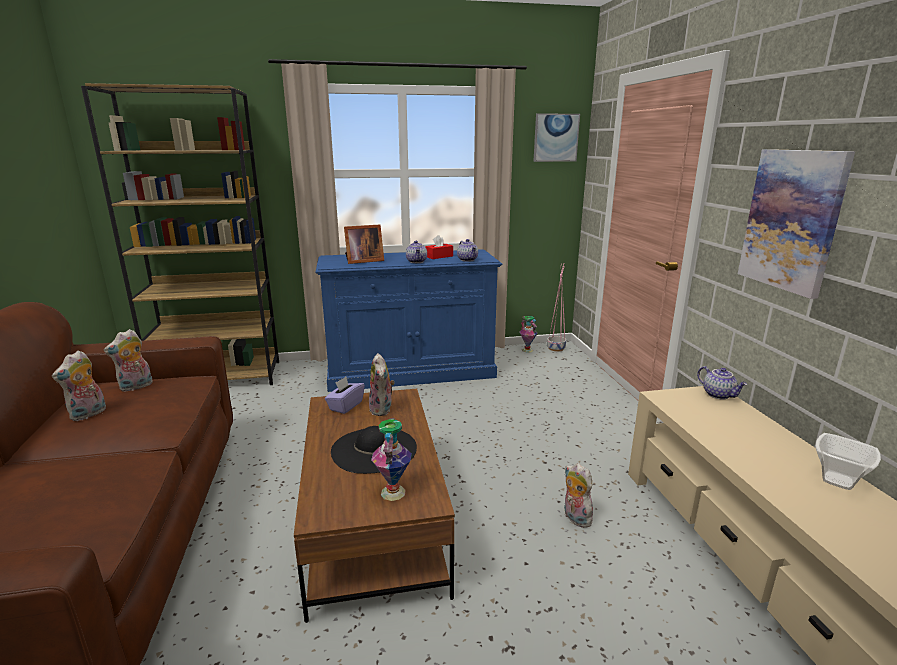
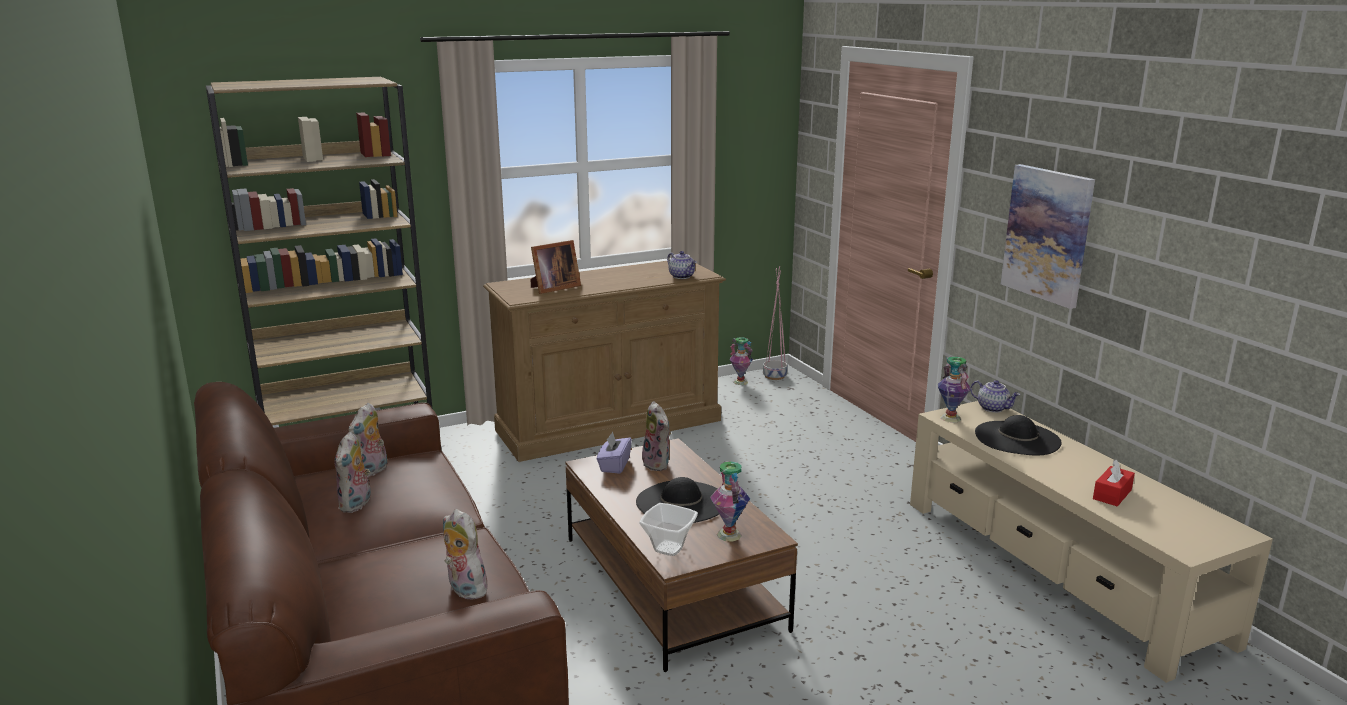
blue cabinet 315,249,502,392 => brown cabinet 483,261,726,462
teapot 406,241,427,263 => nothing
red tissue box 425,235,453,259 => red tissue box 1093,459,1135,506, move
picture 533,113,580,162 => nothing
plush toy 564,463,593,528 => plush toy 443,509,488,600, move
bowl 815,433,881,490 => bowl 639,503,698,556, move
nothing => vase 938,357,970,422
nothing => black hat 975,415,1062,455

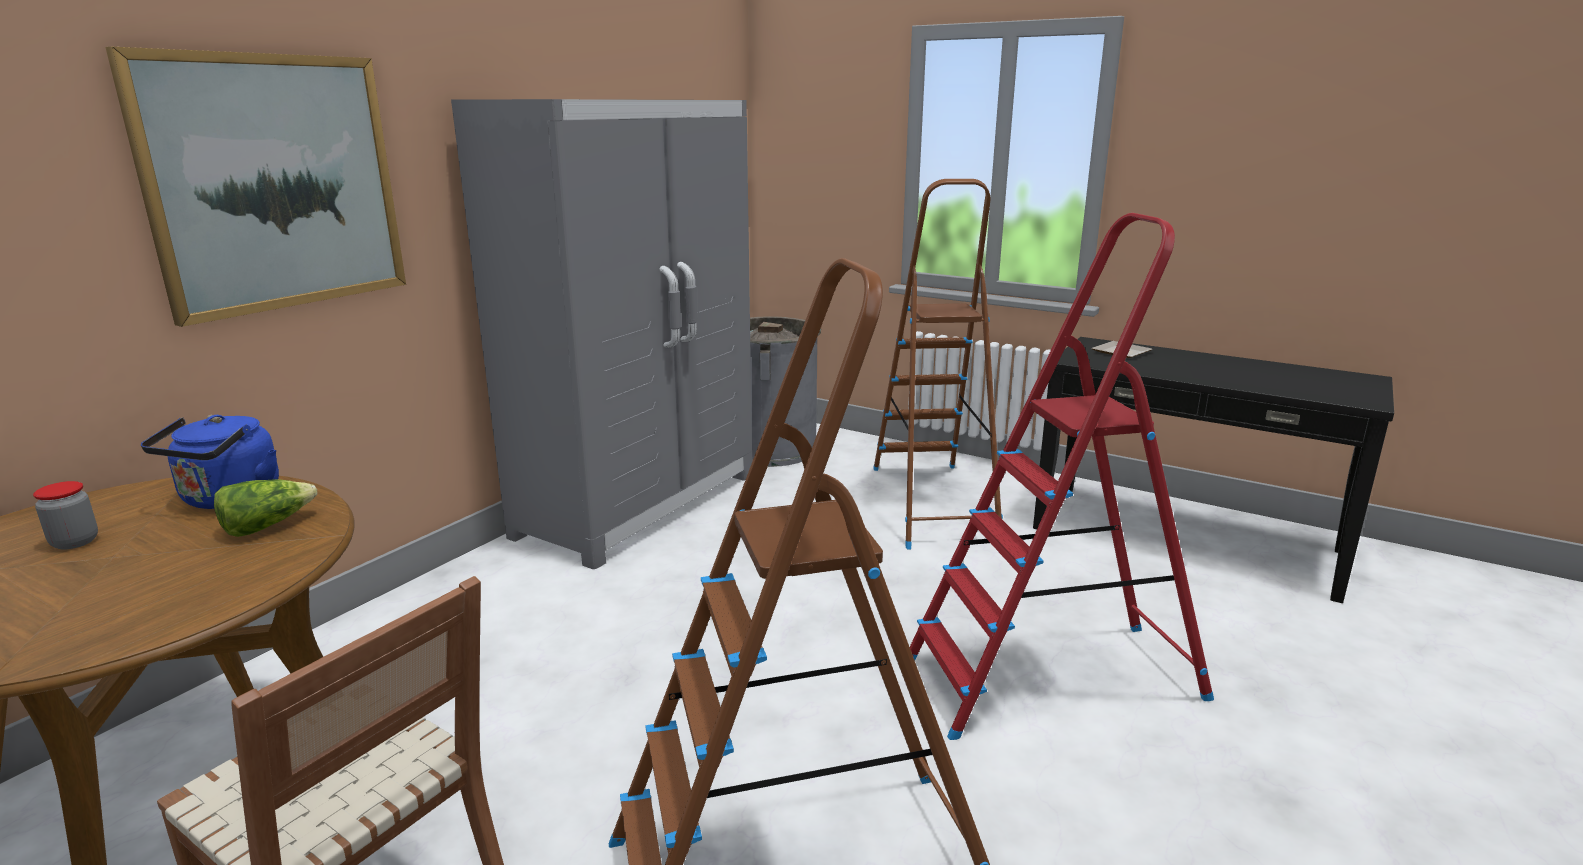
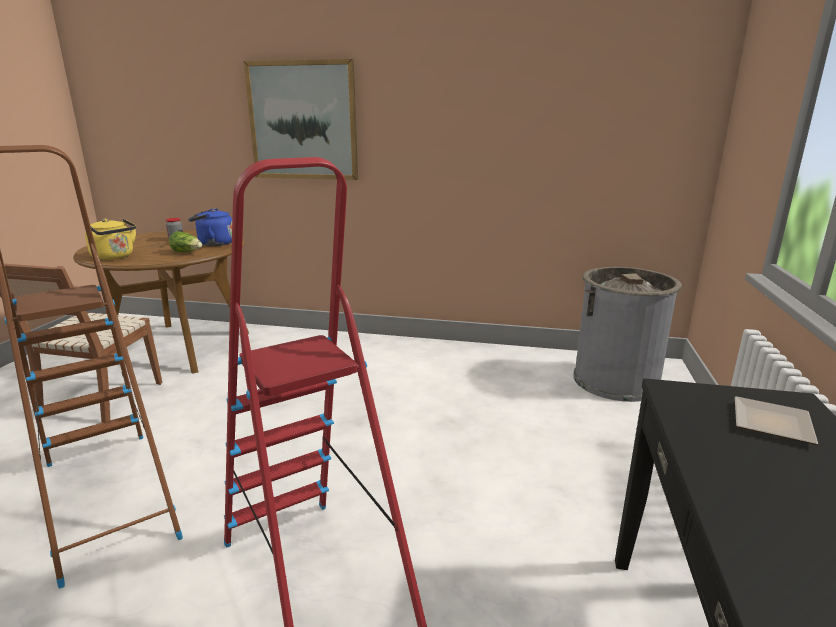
grey cabinet 451,99,752,569 => nothing
brown step ladder 873,179,1003,550 => nothing
nothing => yellow kettle 85,219,136,260

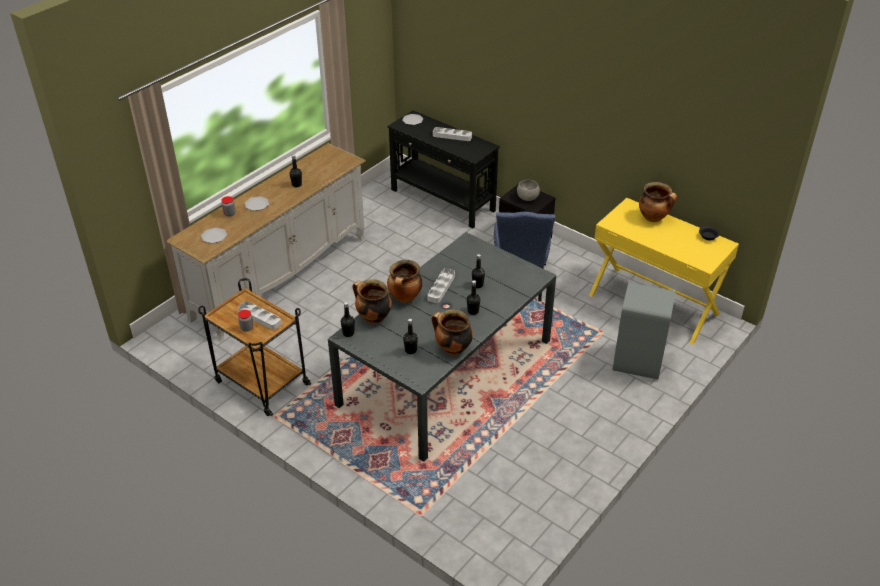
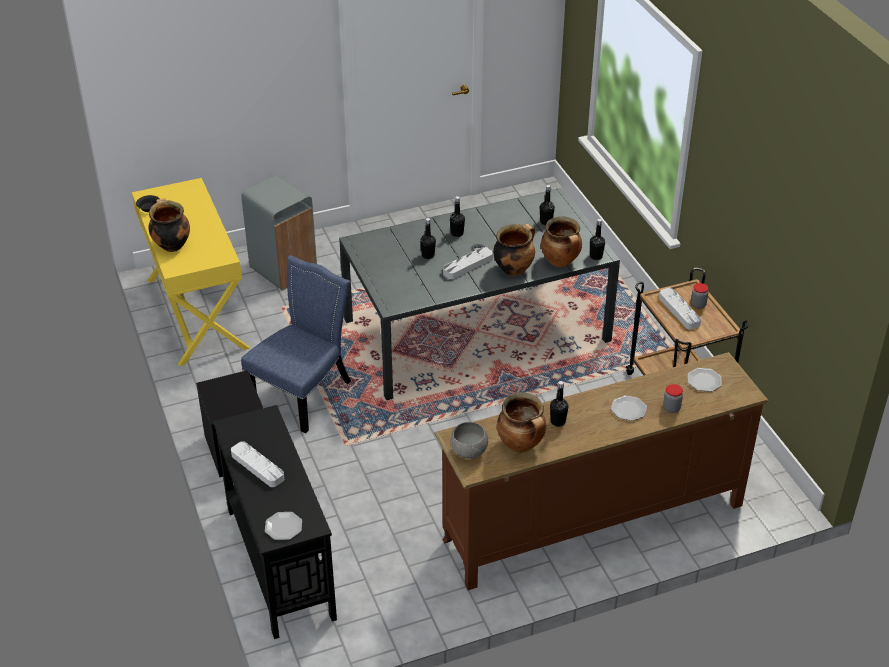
grey cabinet 166,143,366,342 => brown cabinet 434,352,769,590
cooking pot 432,310,473,355 => cooking pot 497,392,546,453, move
grey bowl 517,180,540,201 => grey bowl 450,422,488,458, move

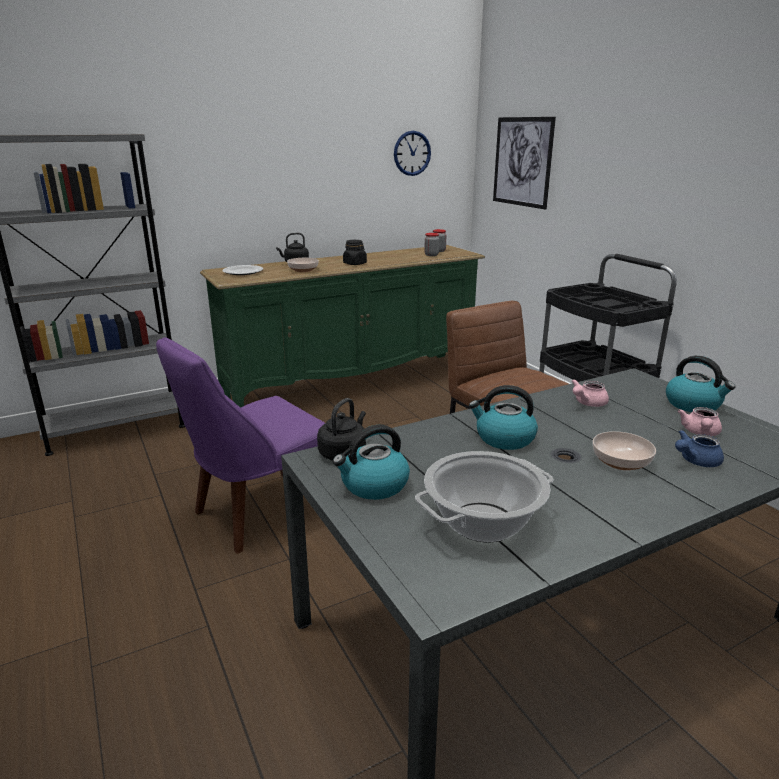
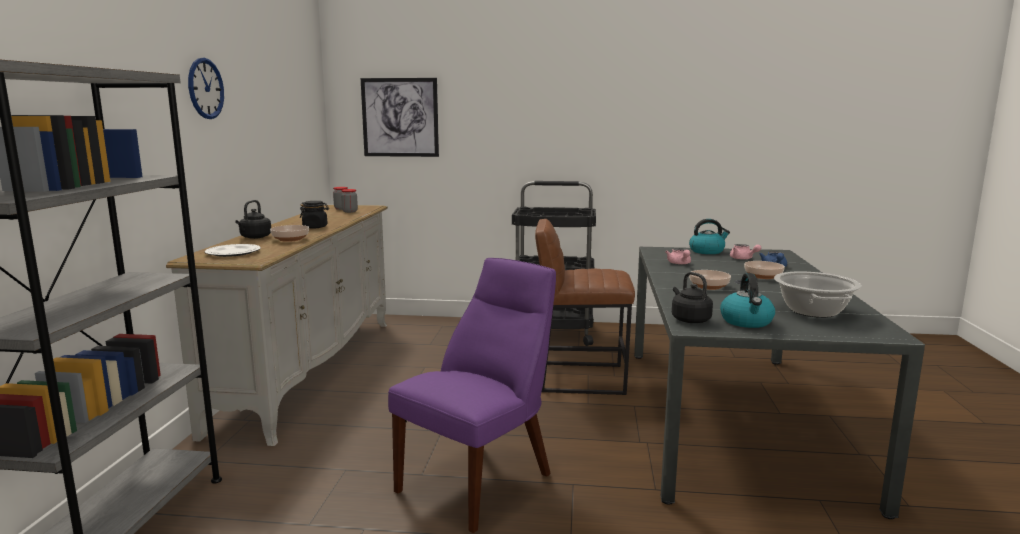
purple chair 156,337,325,554 => purple chair 388,258,556,533, 135 degrees counterclockwise
green cabinet 200,245,485,408 => grey cabinet 166,205,388,446
wall clock 394,131,431,176 => wall clock 188,58,224,119, move
kettle 469,385,538,450 => bowl 689,270,731,290

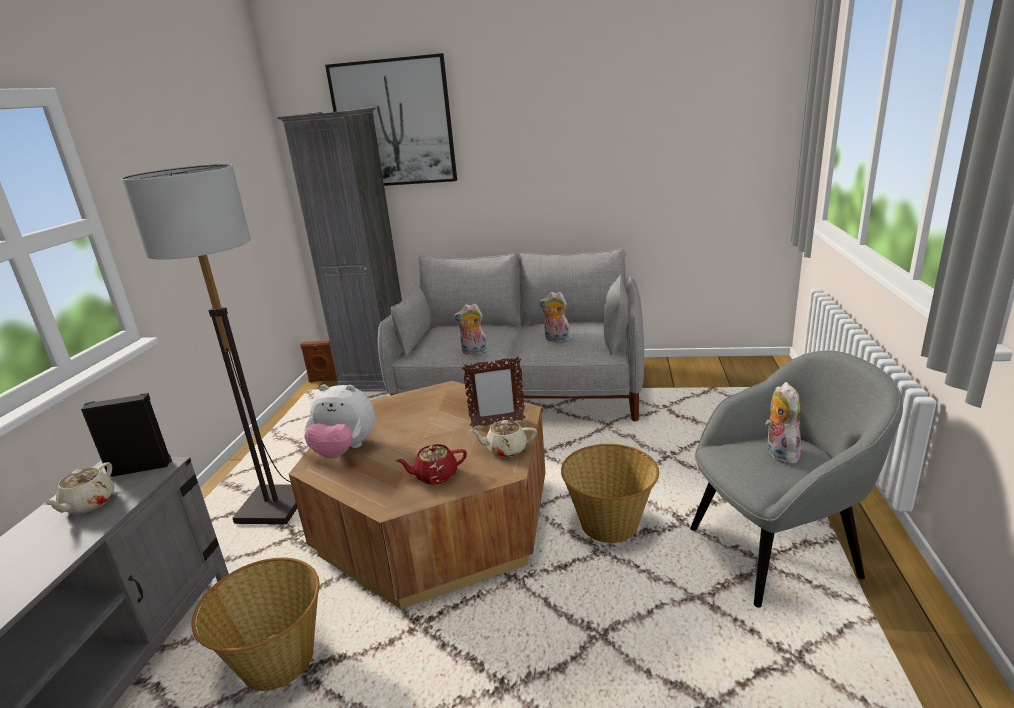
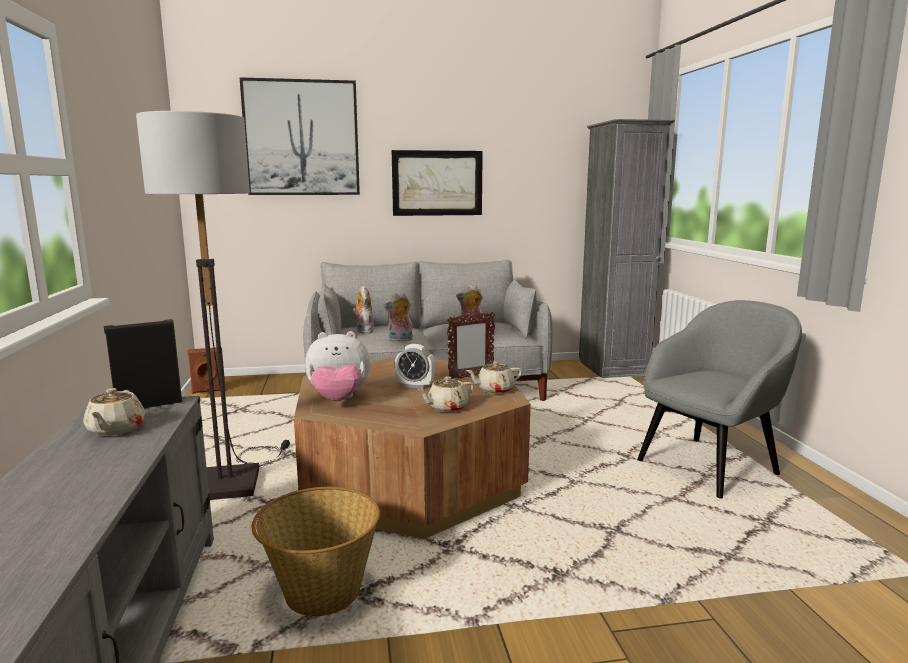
grey cabinet 277,107,402,392 => grey cabinet 579,119,675,378, move
red teapot 395,444,467,485 => beige teapot 417,376,474,412
basket 561,444,659,543 => nothing
plush toy 765,382,801,464 => plush toy 353,285,374,334, move
nothing => picture 392,150,483,216
nothing => alarm clock 395,344,435,389

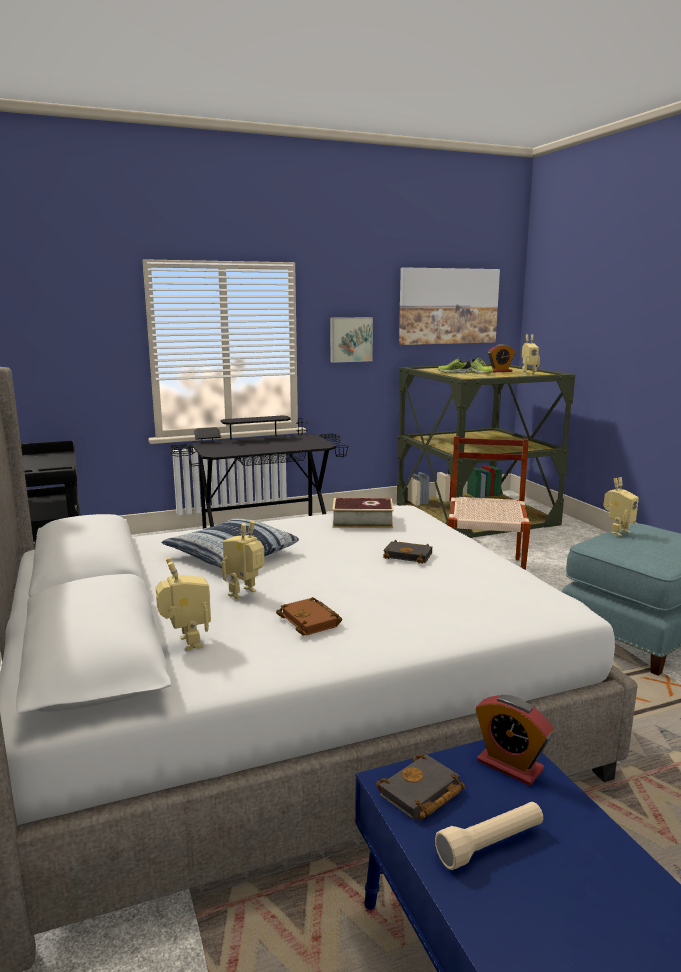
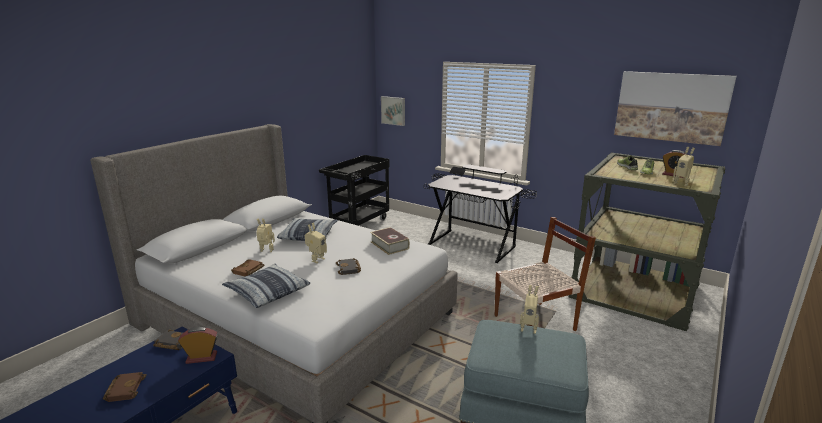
toy robot 156,557,211,651 => toy robot 305,223,327,263, move
picture 330,317,373,363 => picture 381,96,405,126, move
beige flashlight 435,802,543,870 => nothing
alarm clock 475,695,554,786 => alarm clock 178,327,218,364, 75 degrees clockwise
nothing => brown book 103,372,147,402
nothing => pillow 222,264,310,308

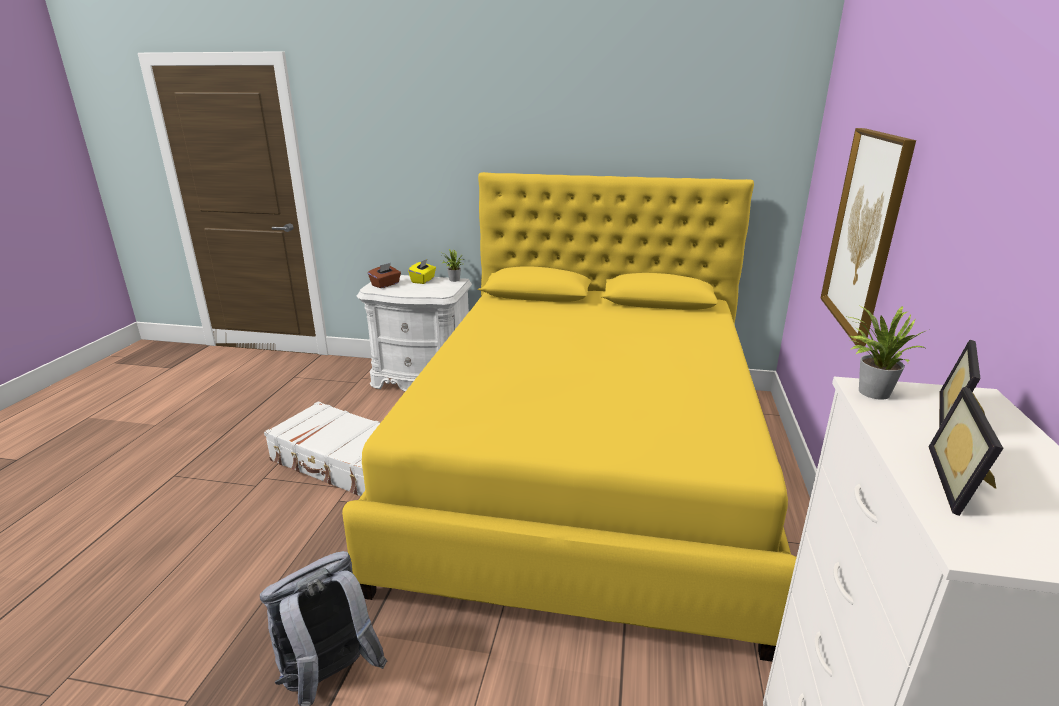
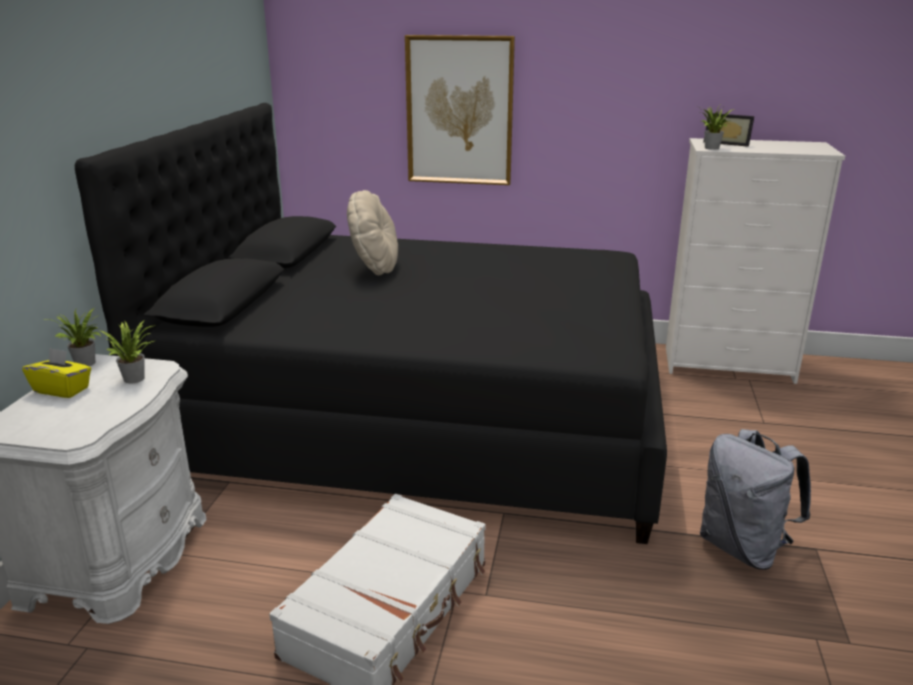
yellow bed 342,172,797,662 => black bed 75,103,667,544
brown tissue box 368,263,401,288 => nothing
picture frame 928,387,1003,516 => nothing
nothing => potted plant 101,320,156,383
nothing => beige pillow 347,190,398,275

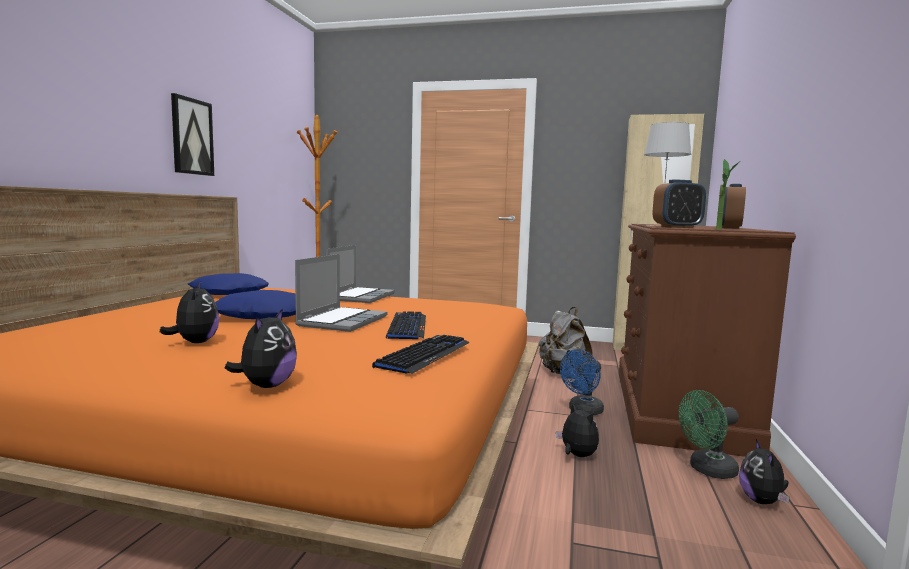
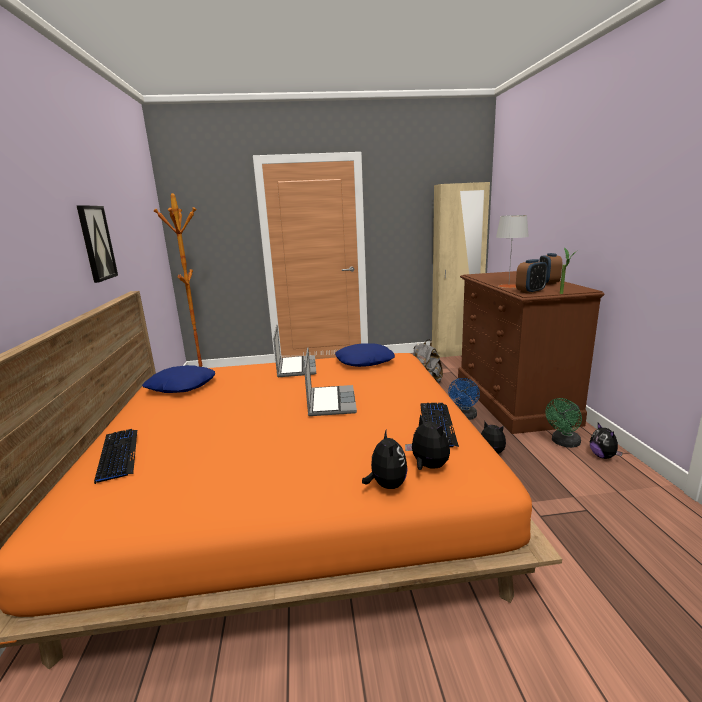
plush toy 160,281,219,343 => plush toy 405,414,450,470, move
blue pillow 215,290,296,319 => blue pillow 335,343,395,367, move
keyboard 386,311,426,339 => keyboard 94,429,137,484, move

